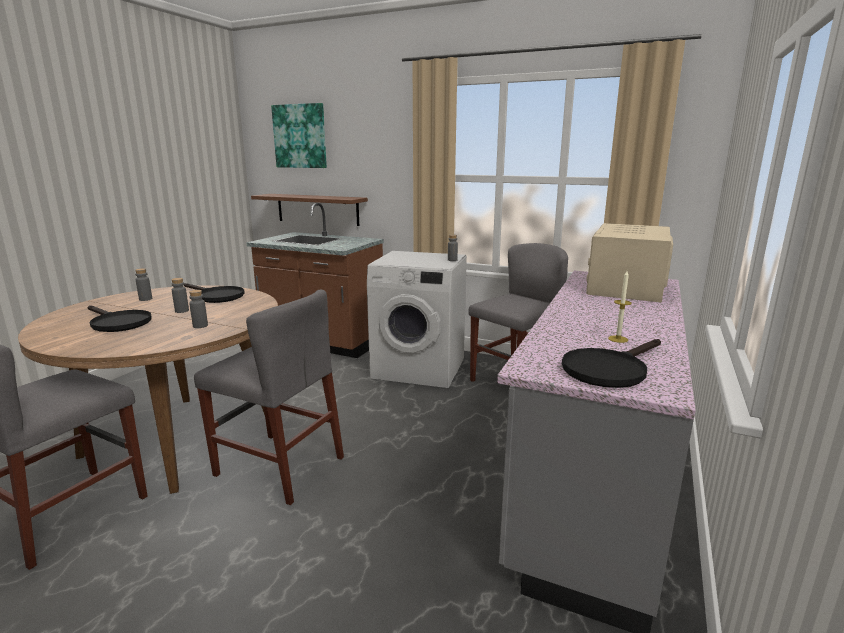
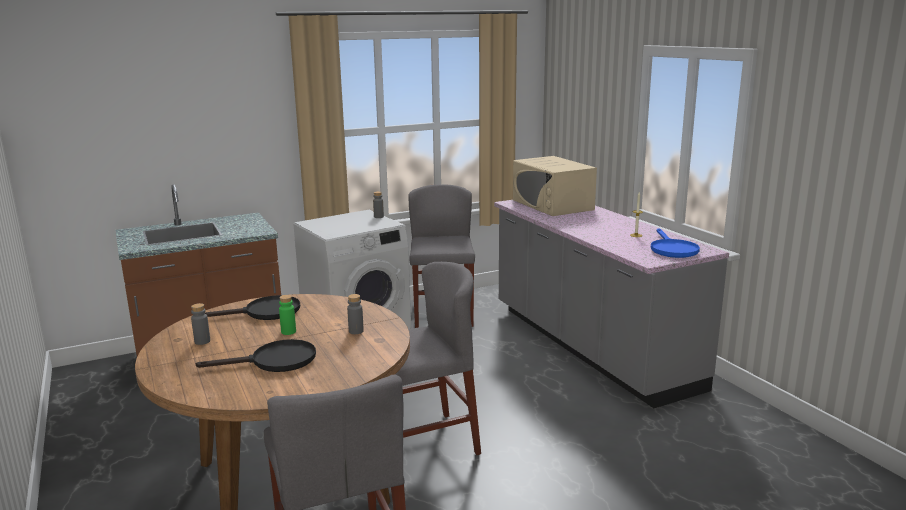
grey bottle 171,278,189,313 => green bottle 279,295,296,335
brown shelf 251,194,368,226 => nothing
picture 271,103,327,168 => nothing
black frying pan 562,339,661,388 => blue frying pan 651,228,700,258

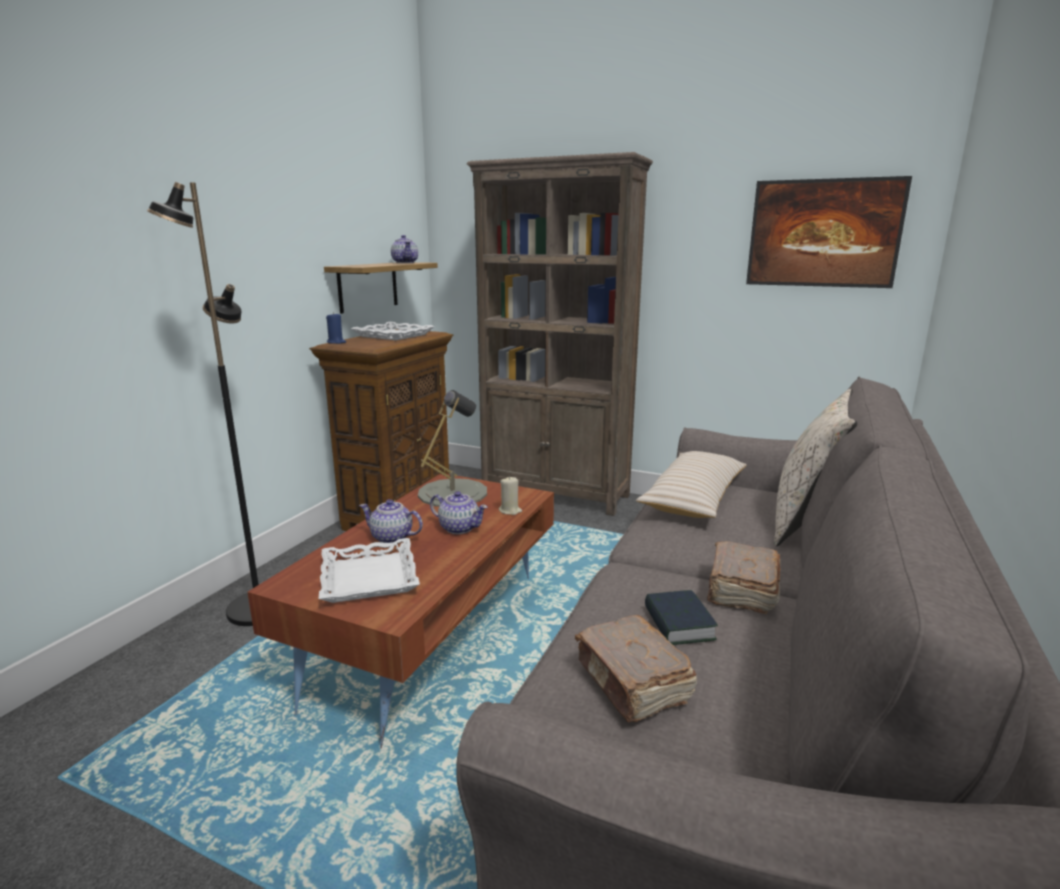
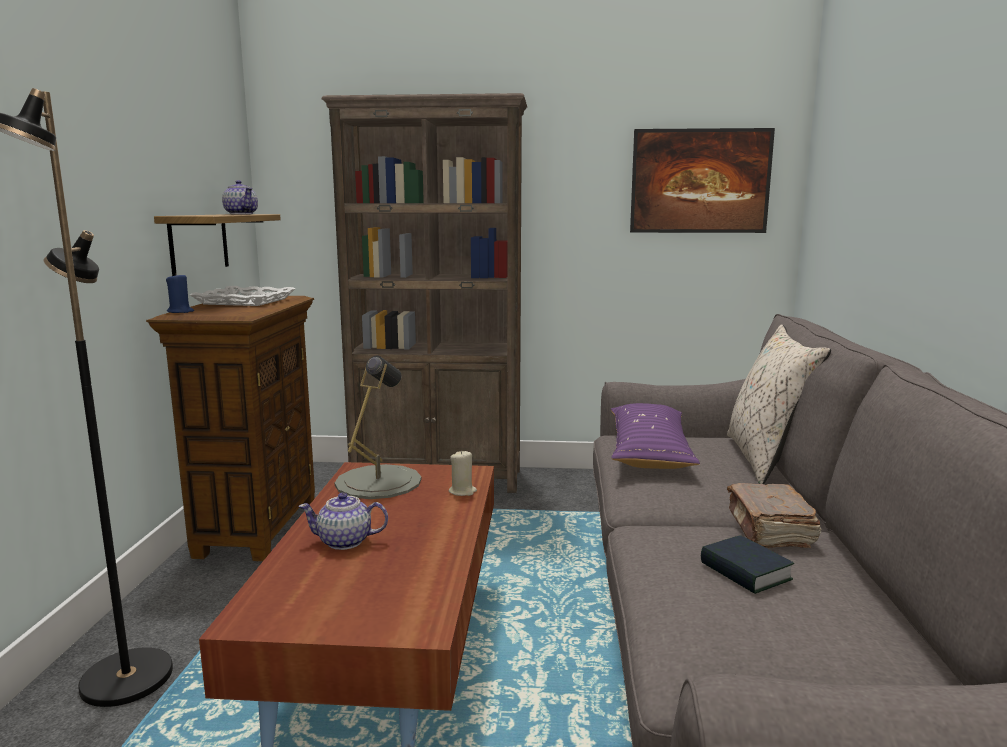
white tray 319,538,420,603 => nothing
teapot 430,491,488,534 => nothing
brown book 575,615,697,722 => nothing
beige pillow 636,451,747,518 => purple pillow 611,403,700,469

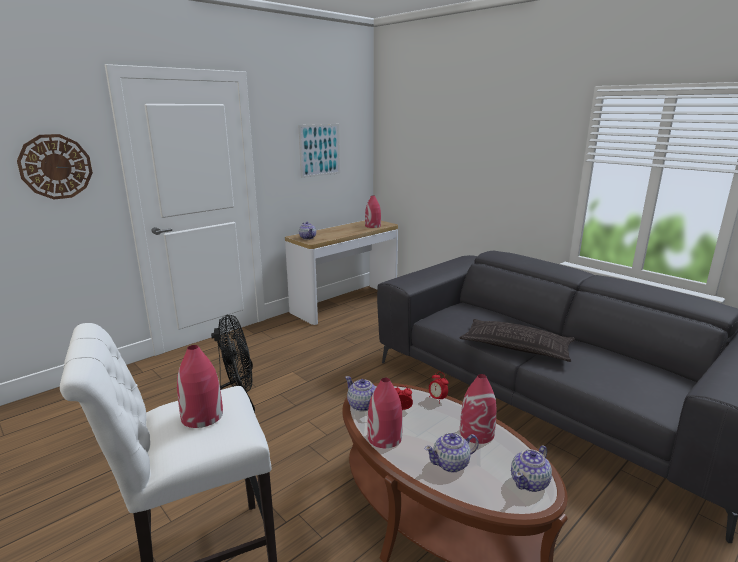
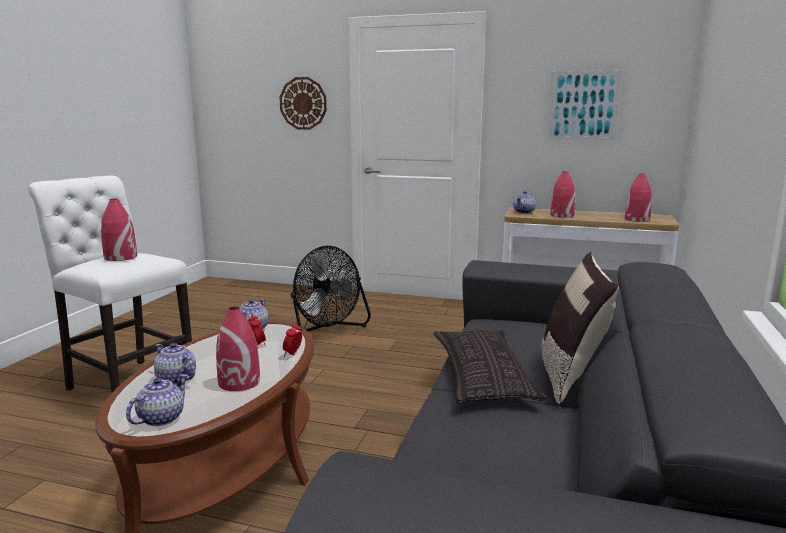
red vase 367,378,403,448 => red vase 551,171,575,218, move
teapot 511,445,552,492 => teapot 126,374,188,426, 105 degrees clockwise
nothing => pillow 542,252,619,404

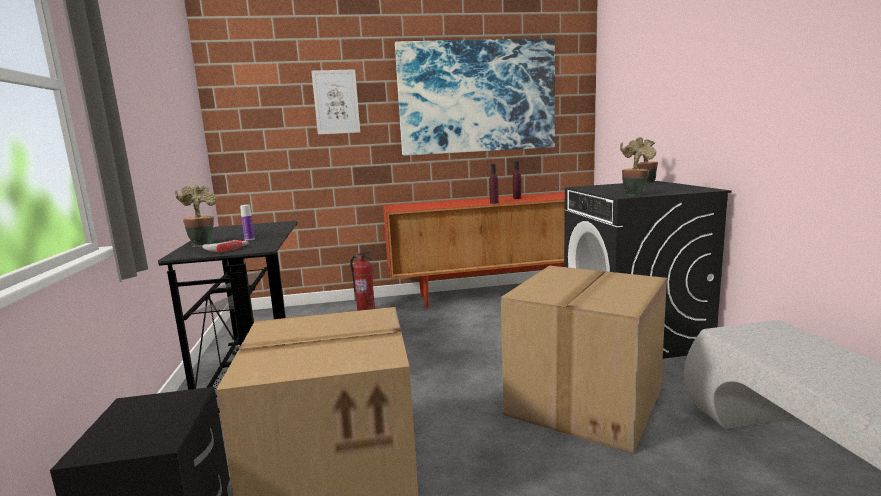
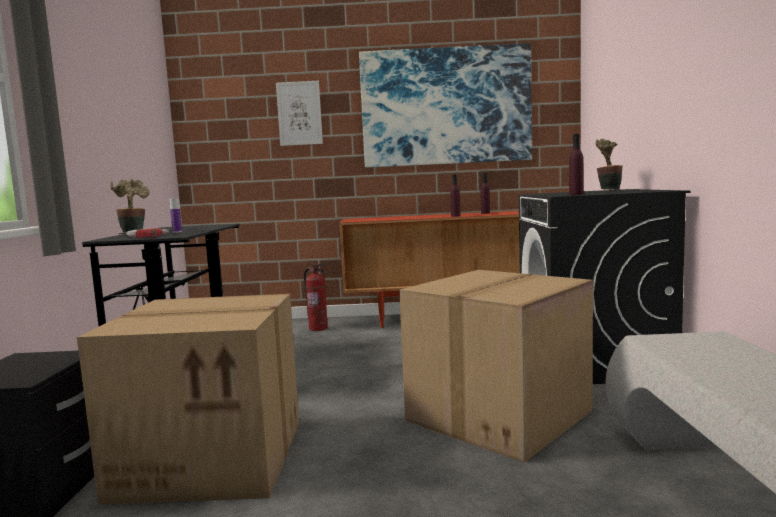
potted plant 620,139,656,196 => purple bottle 569,134,583,195

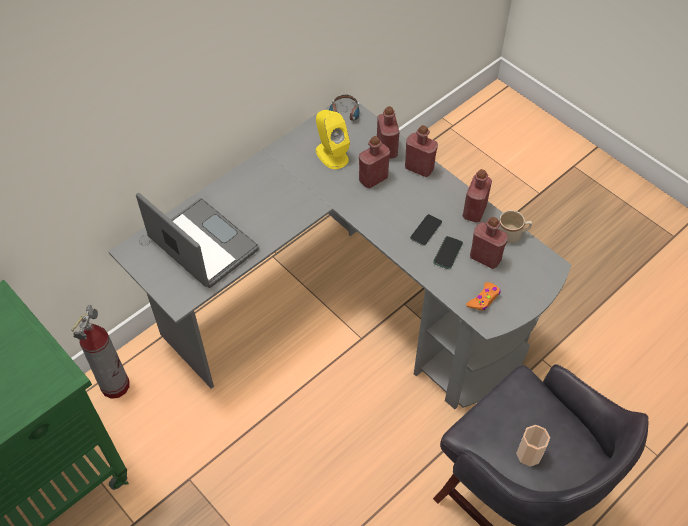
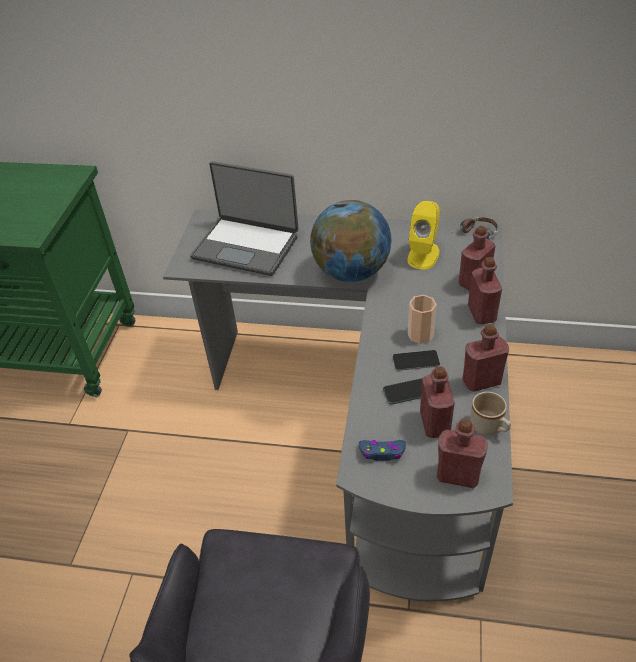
fire extinguisher 71,304,129,399 => nothing
laptop 136,193,259,288 => laptop 190,161,299,276, 105 degrees clockwise
red bottle 359,136,390,188 => red bottle 437,419,488,488, move
orange game controller 466,282,501,311 => blue game controller 359,440,406,461
cup 516,425,550,467 => cup 408,295,437,344, move
nothing => globe 310,200,392,282

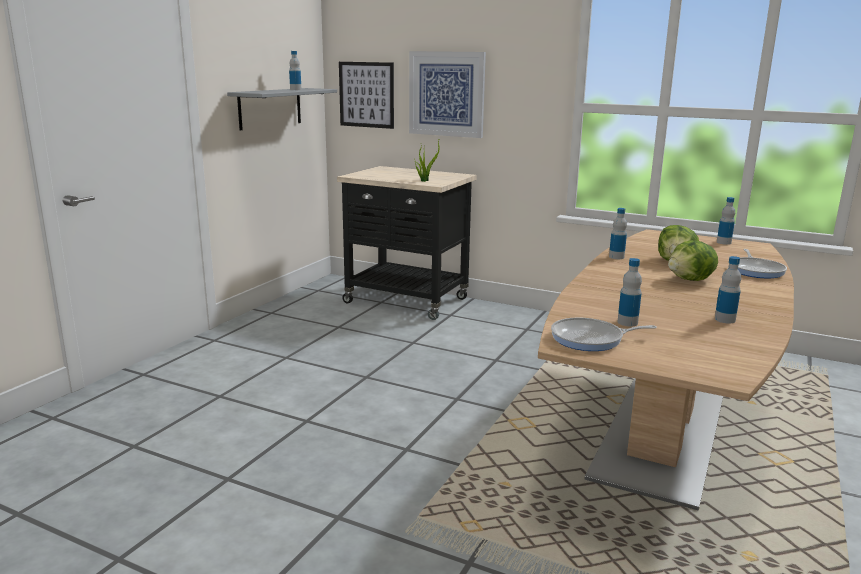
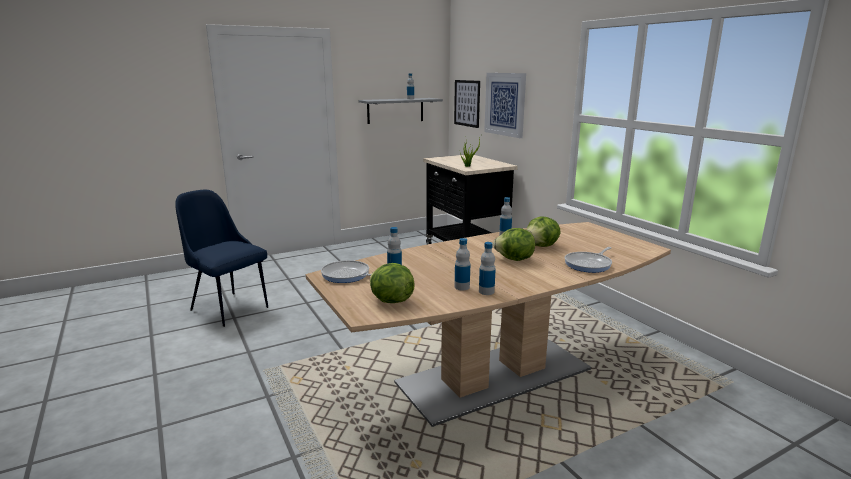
bottle 717,197,735,245 => bottle 479,242,496,295, move
nothing => blue chair 175,190,268,327
nothing => lettuce 370,263,415,303

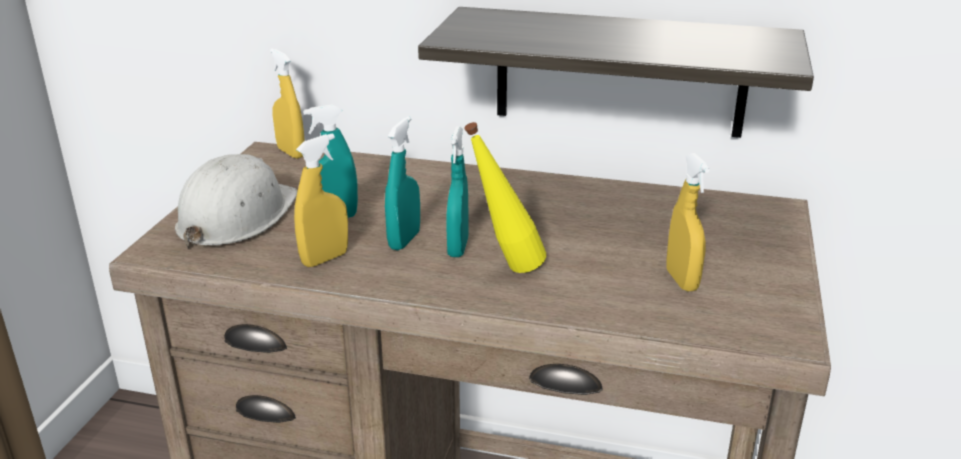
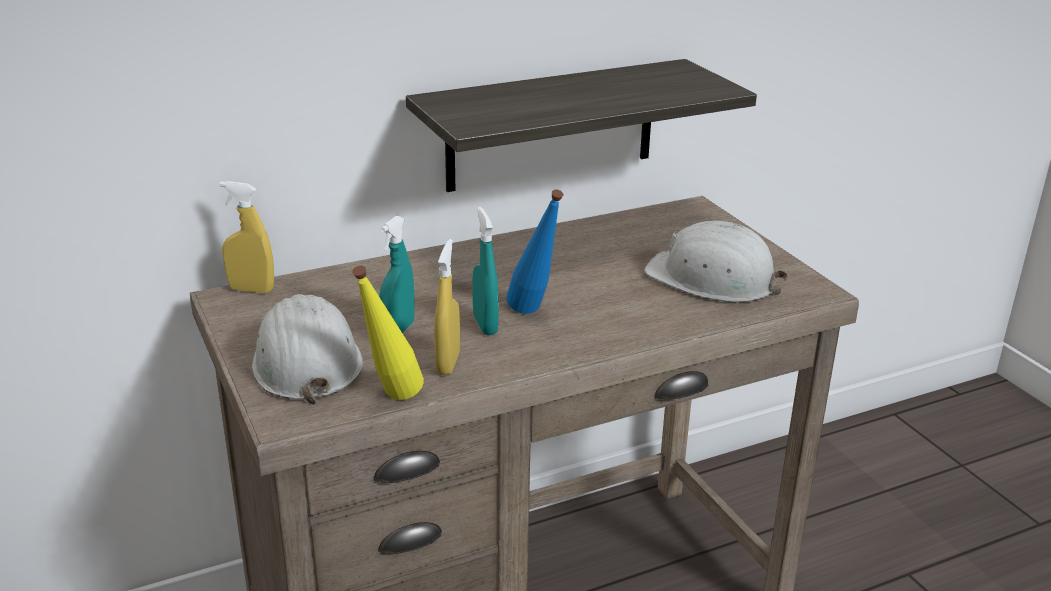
turquoise spray bottle 447,126,469,257 => blue bottle 506,190,563,314
yellow bottle 464,122,546,273 => yellow bottle 352,266,424,400, move
yellow spray bottle 666,153,710,291 => white hard hat 644,221,788,303

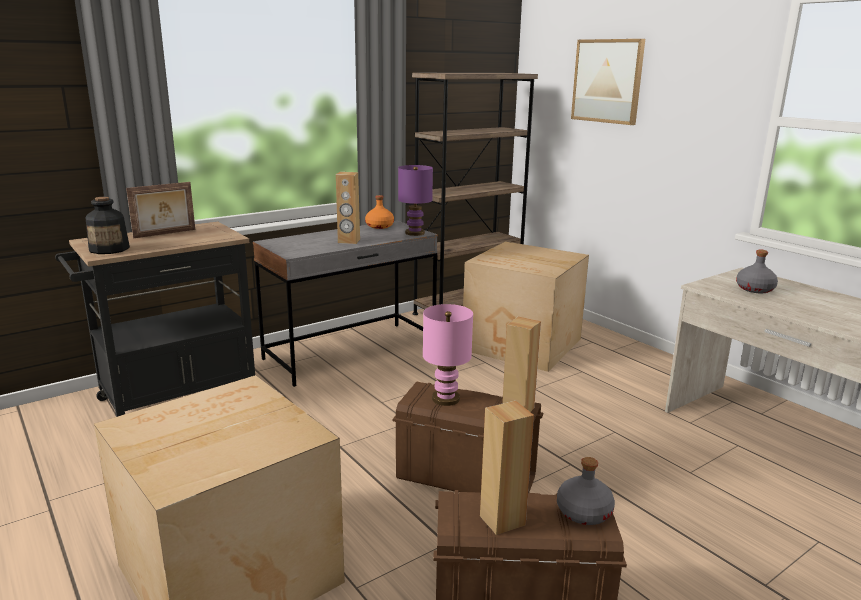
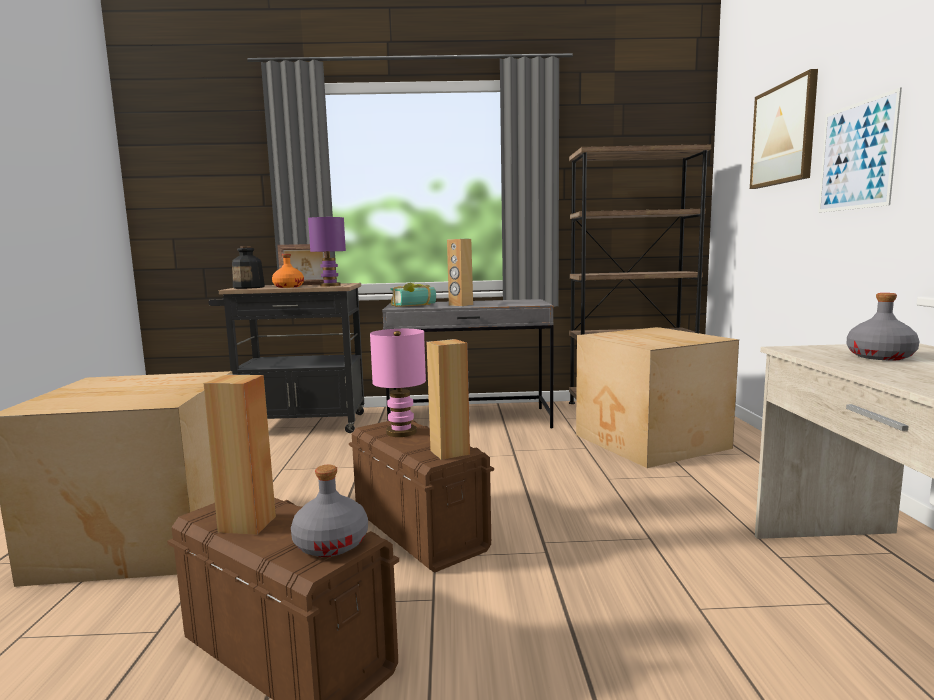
orange bottle 365,195,394,229 => orange bottle 272,254,304,288, move
purple table lamp 398,165,433,236 => purple table lamp 308,217,346,286, move
nothing => book 390,283,436,307
nothing => picture 818,87,902,213

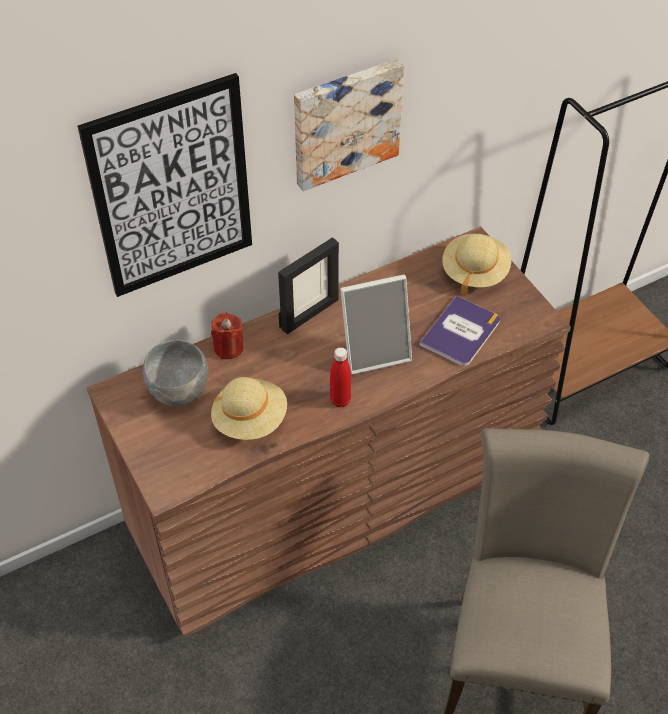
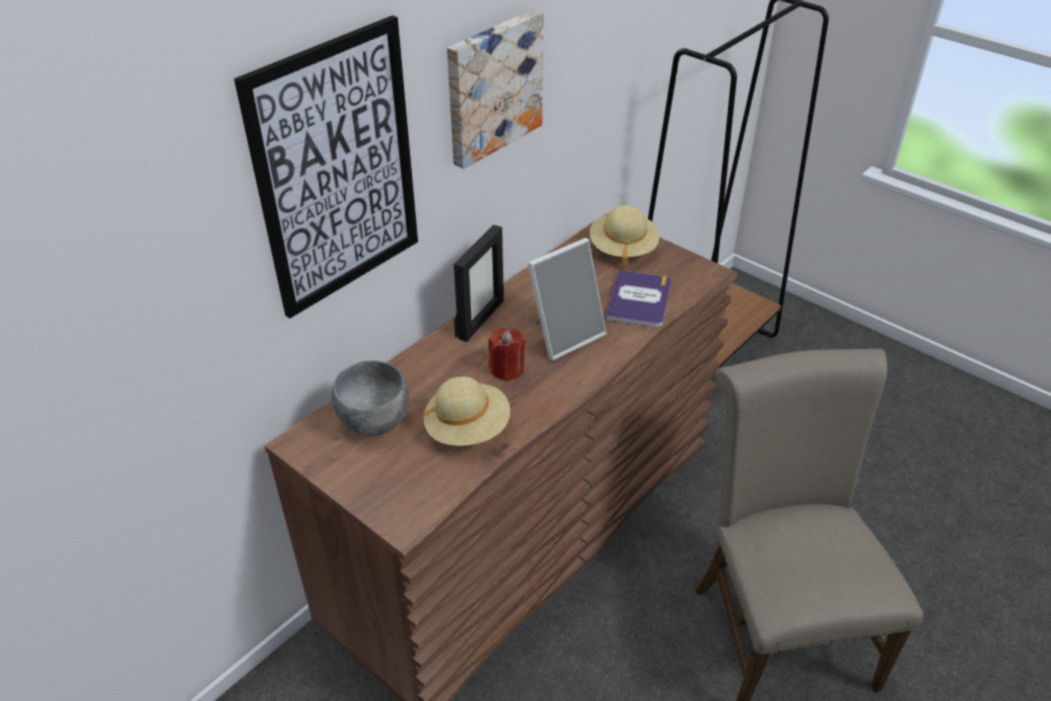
red candle 211,313,244,359 => red candle 488,328,526,381, move
red bottle 330,347,351,407 => nothing

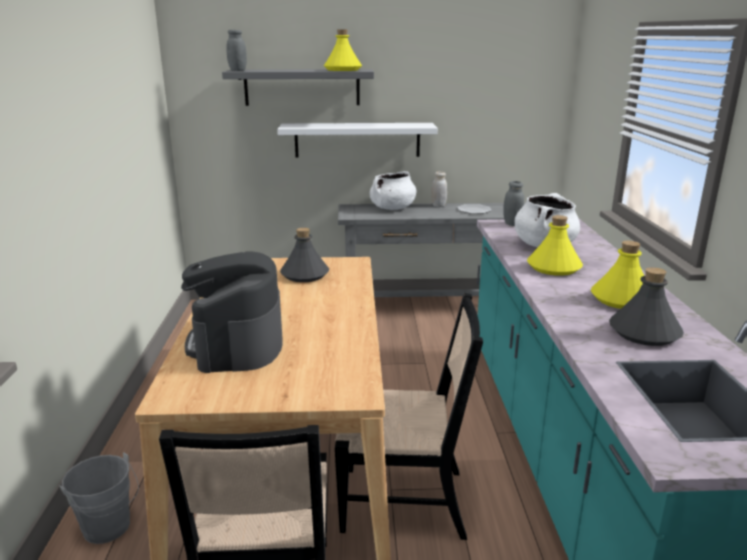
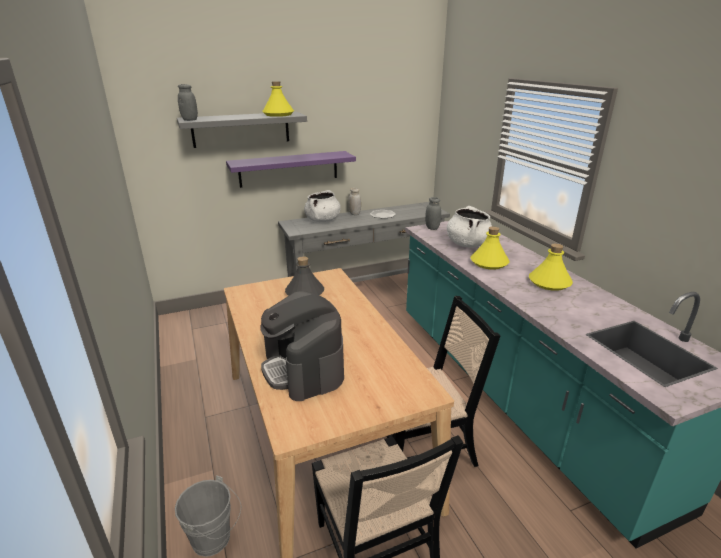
white shelf 277,123,438,157 => purple shelf 226,151,356,188
grey bottle 609,267,684,346 => nothing

